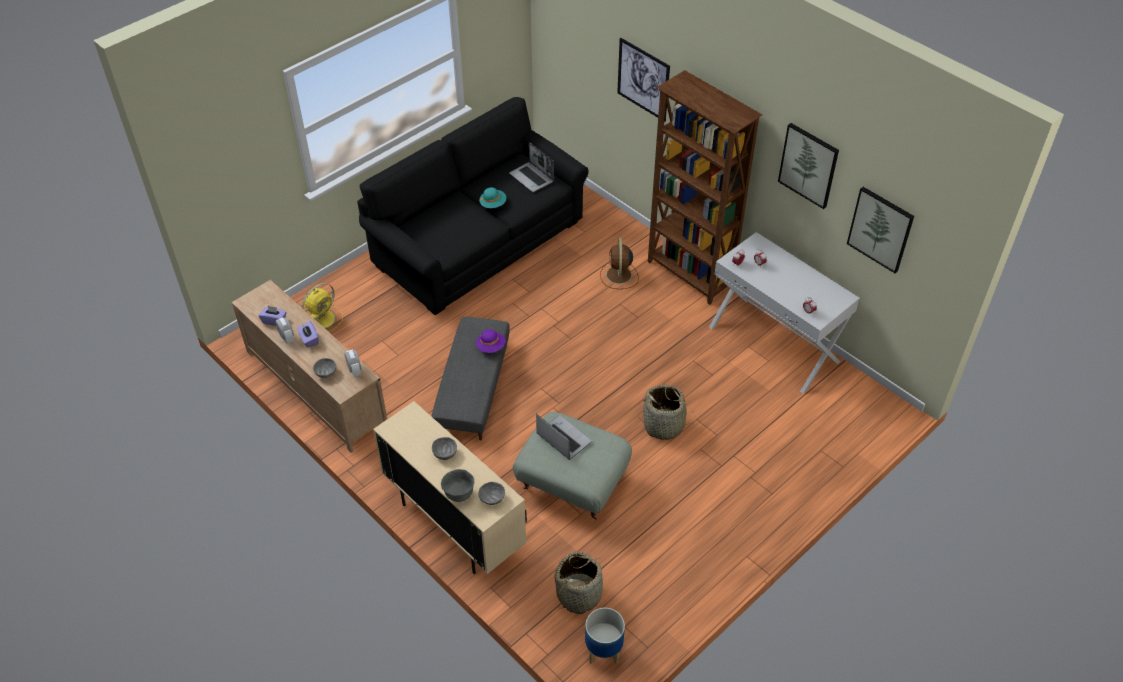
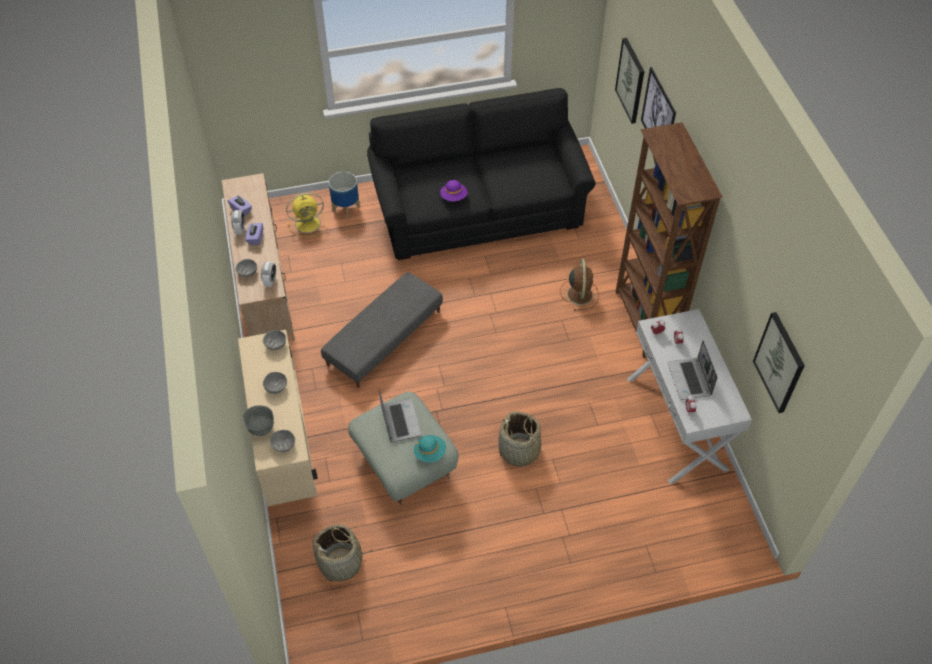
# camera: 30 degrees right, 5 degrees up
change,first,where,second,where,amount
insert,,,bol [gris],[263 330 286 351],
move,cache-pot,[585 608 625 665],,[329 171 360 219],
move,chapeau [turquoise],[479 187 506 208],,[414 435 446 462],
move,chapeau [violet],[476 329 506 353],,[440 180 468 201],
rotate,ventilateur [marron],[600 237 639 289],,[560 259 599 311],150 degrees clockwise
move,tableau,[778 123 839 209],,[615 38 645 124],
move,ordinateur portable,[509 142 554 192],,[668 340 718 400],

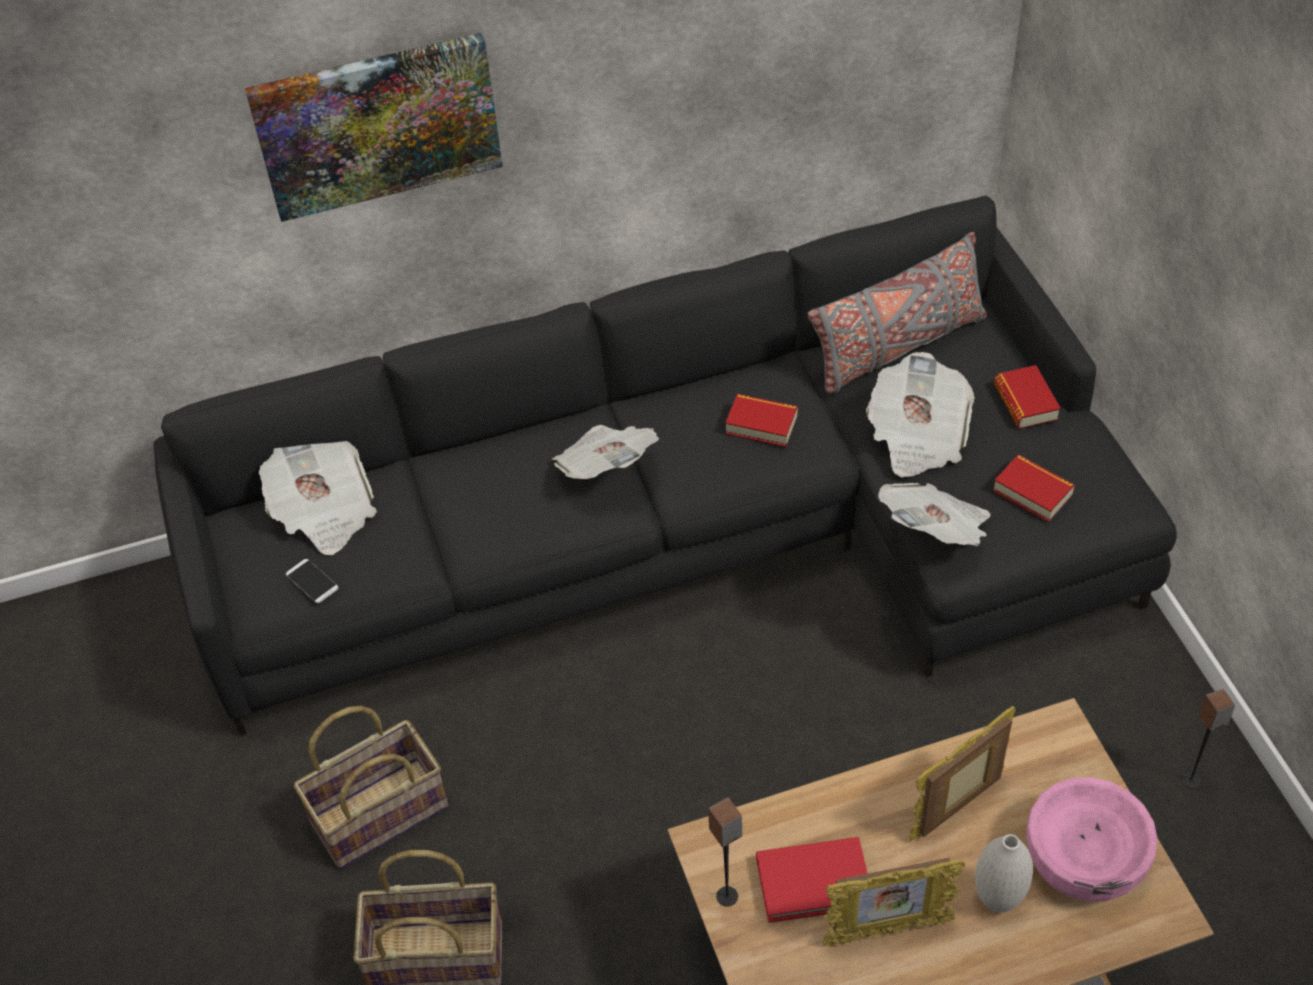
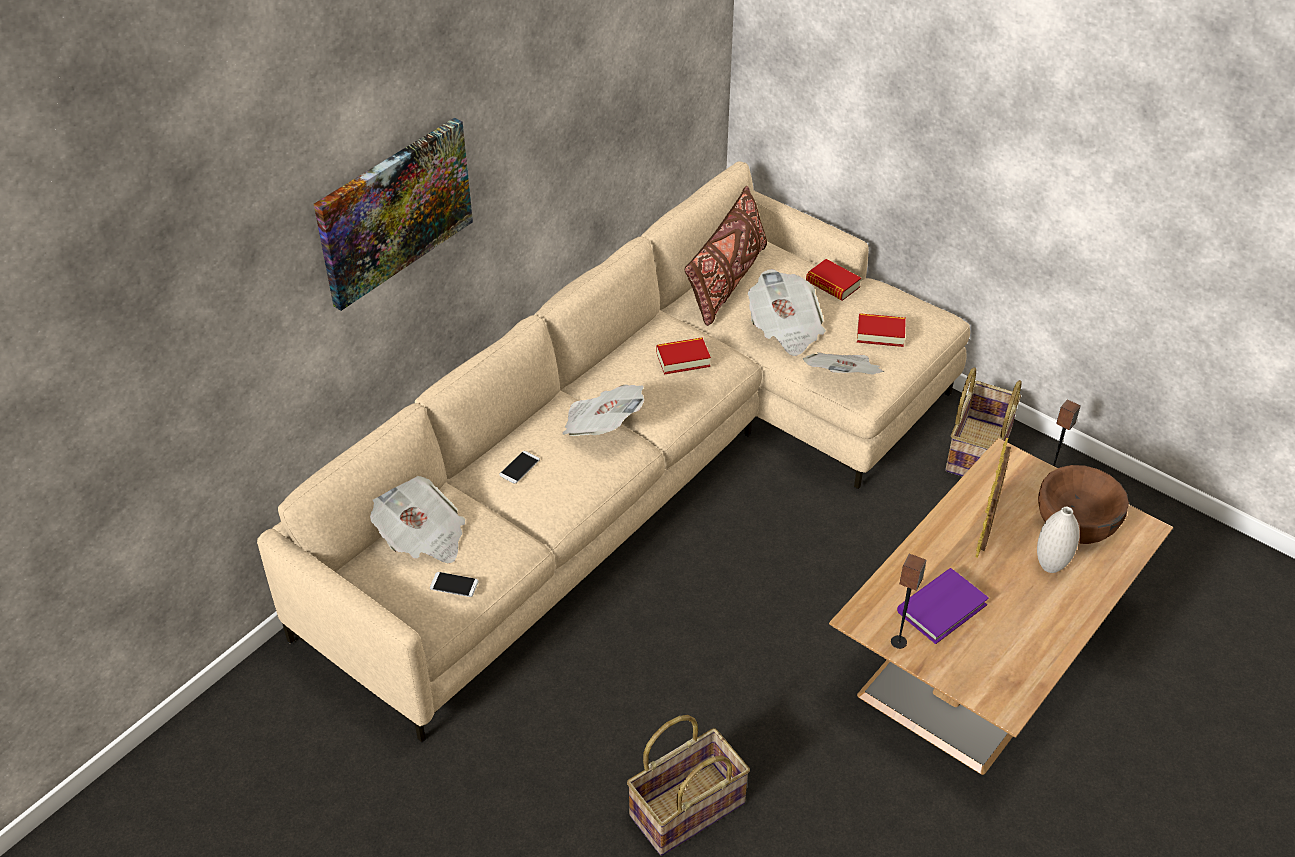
# camera: 35 degrees left, 5 degrees down
change,first,where,second,where,amount
recolor,canapé [noir],[153 196 1177 736],canapé [beige],[257 161 970 742],
insert,,,téléphone,[499 451 540 484],
recolor,coussin [gris],[807 232 986 394],coussin [marron],[685 186 767 326],
recolor,livre [rouge],[756 837 868 923],livre [violet],[897 568 989 644],
move,panier,[294 706 448 869],,[945 367 1021 477],
recolor,bol [rose],[1026 777 1158 902],bol [marron],[1038 465 1129 544],
delete,cadre photo,[822 857 965 947],,,

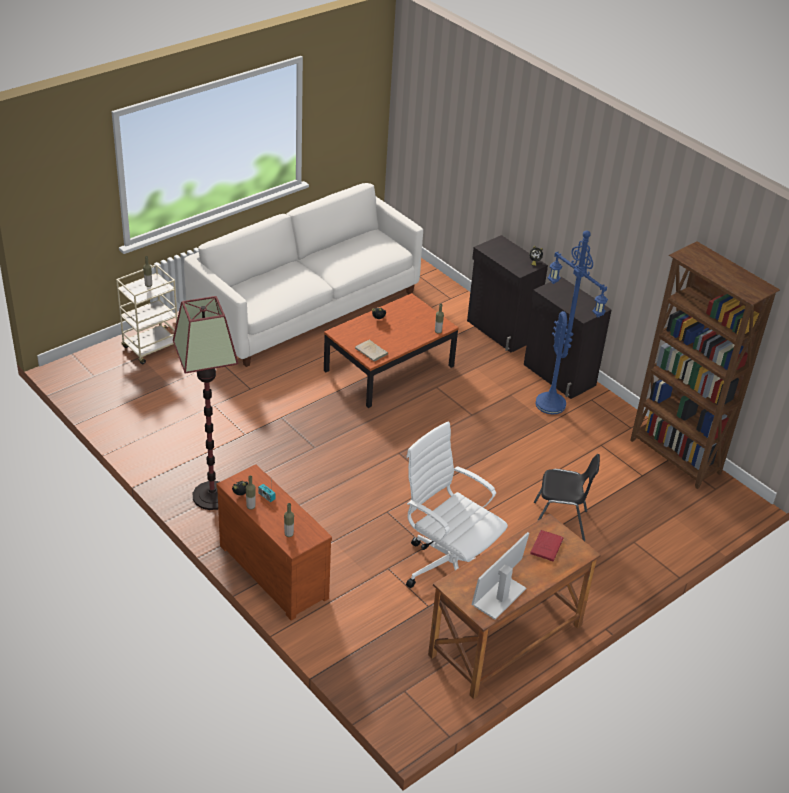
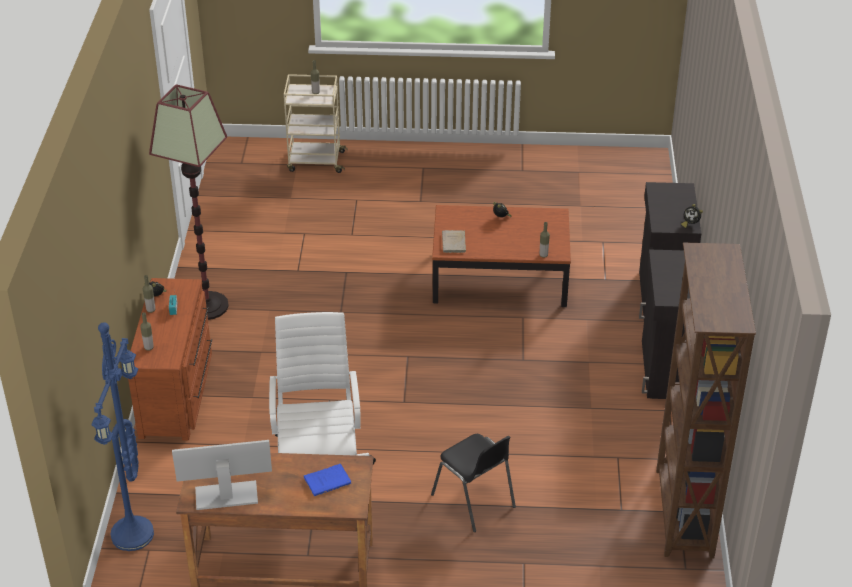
# camera: 45 degrees right, 0 degrees up
change,first,where,second,where,amount
move,lampadaire [bleu],[535 230 608 414],,[91 322 154 551],
recolor,livre [rouge],[530 530 563 562],livre [bleu],[304 464 351 496],
delete,canapé [blanc],[184 183 423 367],,,

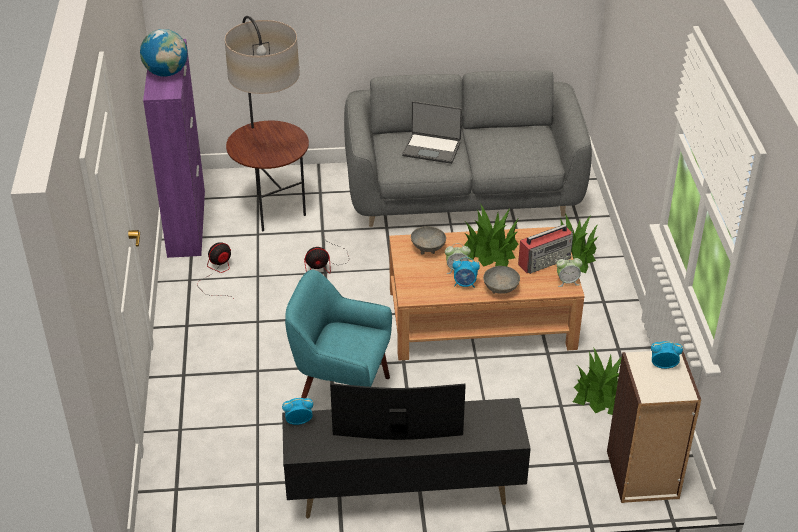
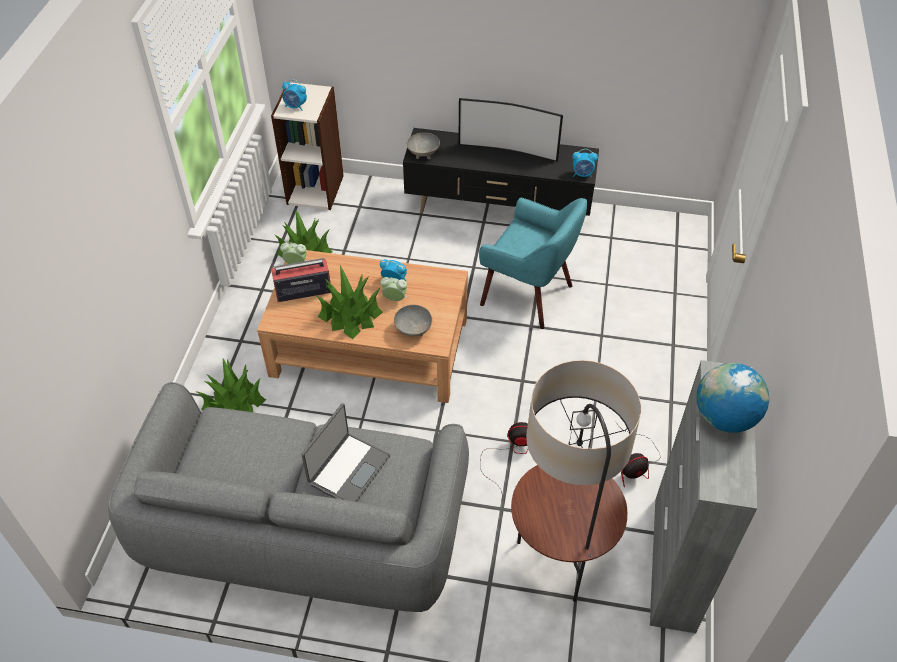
# camera: 165 degrees left, 10 degrees up
change,first,where,second,where,amount
rotate,ordinateur portable,[402 101 462 164],,[301 403 390 502],90 degrees clockwise
move,bol [gris],[483 266 520 294],,[407 133 440 159],
recolor,meuble de rangement [violet],[143 39 205 258],meuble de rangement [gris],[650 360 757 633],

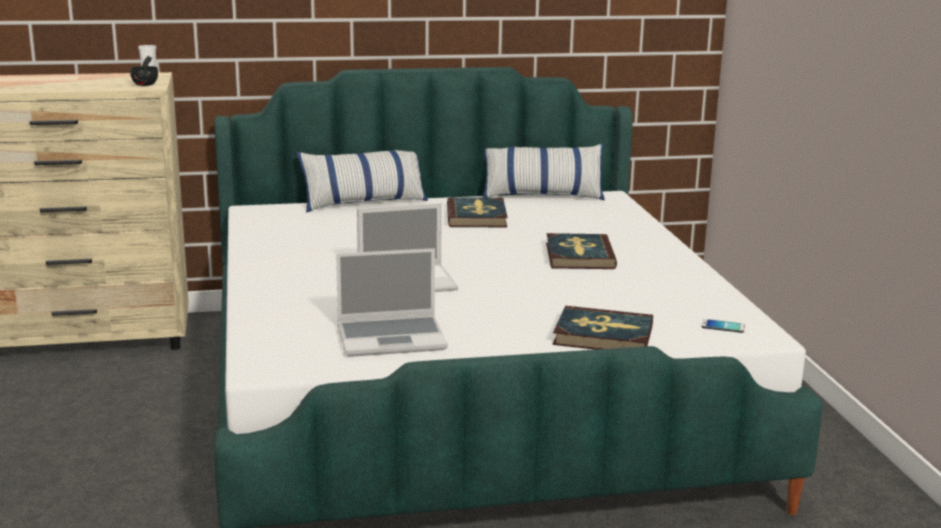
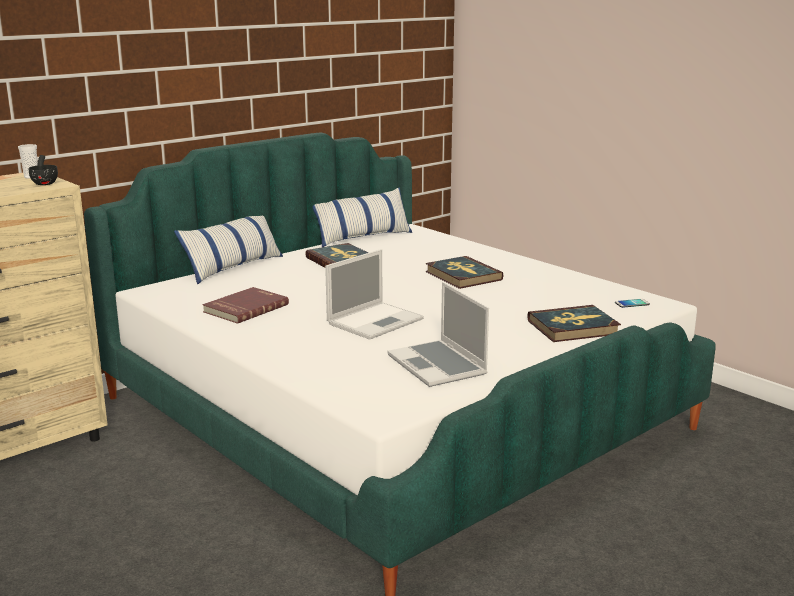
# camera: 30 degrees left, 0 degrees up
change,first,where,second,where,amount
insert,,,livre [rouge],[203 287 289 324],
rotate,ordinateur portable,[336 248 448 357],,[387 282 489 387],105 degrees clockwise

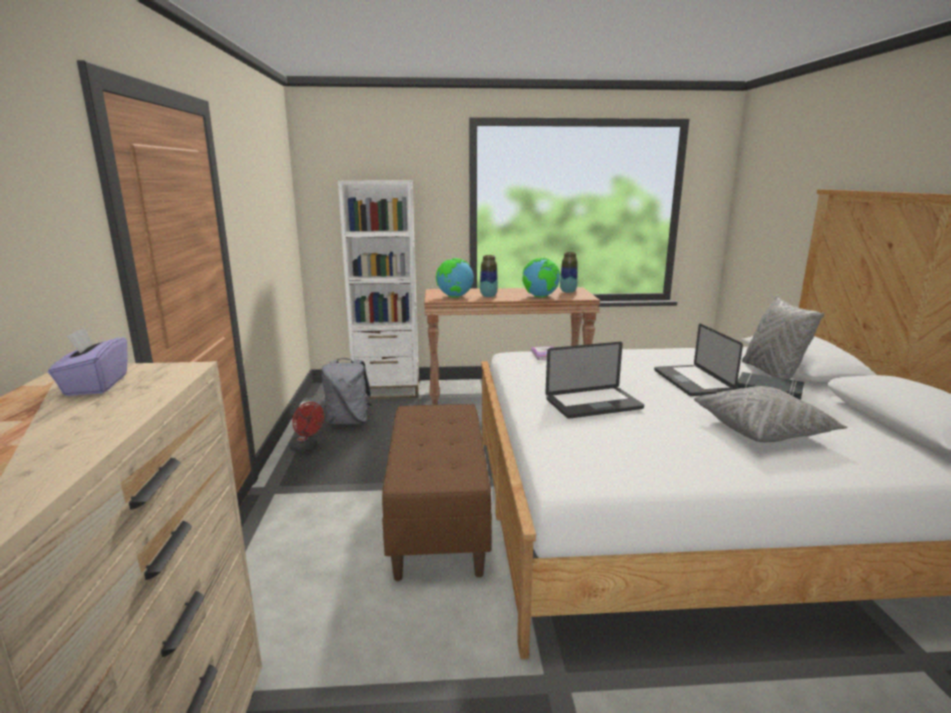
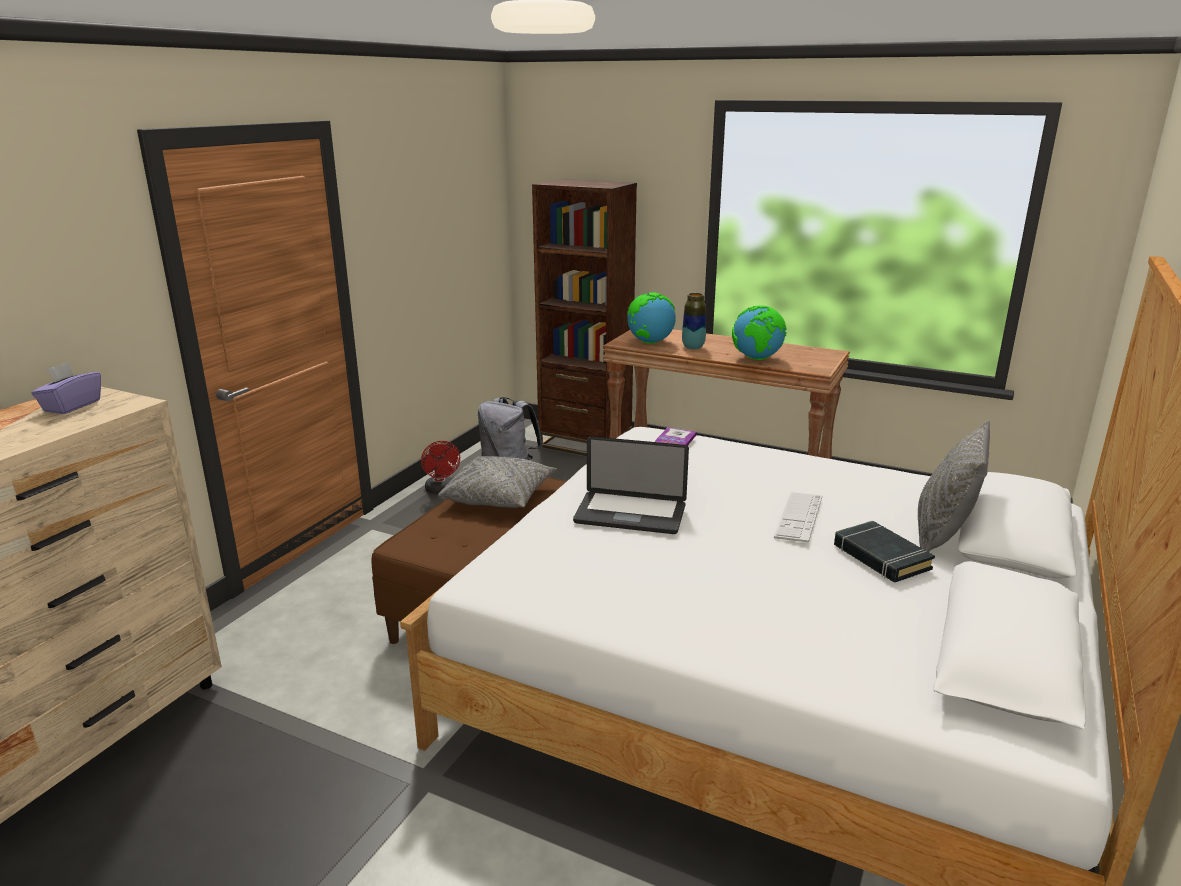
# camera: 30 degrees right, 5 degrees up
change,first,where,second,where,amount
move,coussin [gris],[694 386 847 442],,[438 456 557 508],
recolor,bibliothèque [blanc],[338 181 419 399],bibliothèque [marron],[532 179 637 456],
replace,ordinateur portable,[654 323 743 396],clavier,[774 492 822 543],
delete,vase,[560 252 578 293],,,

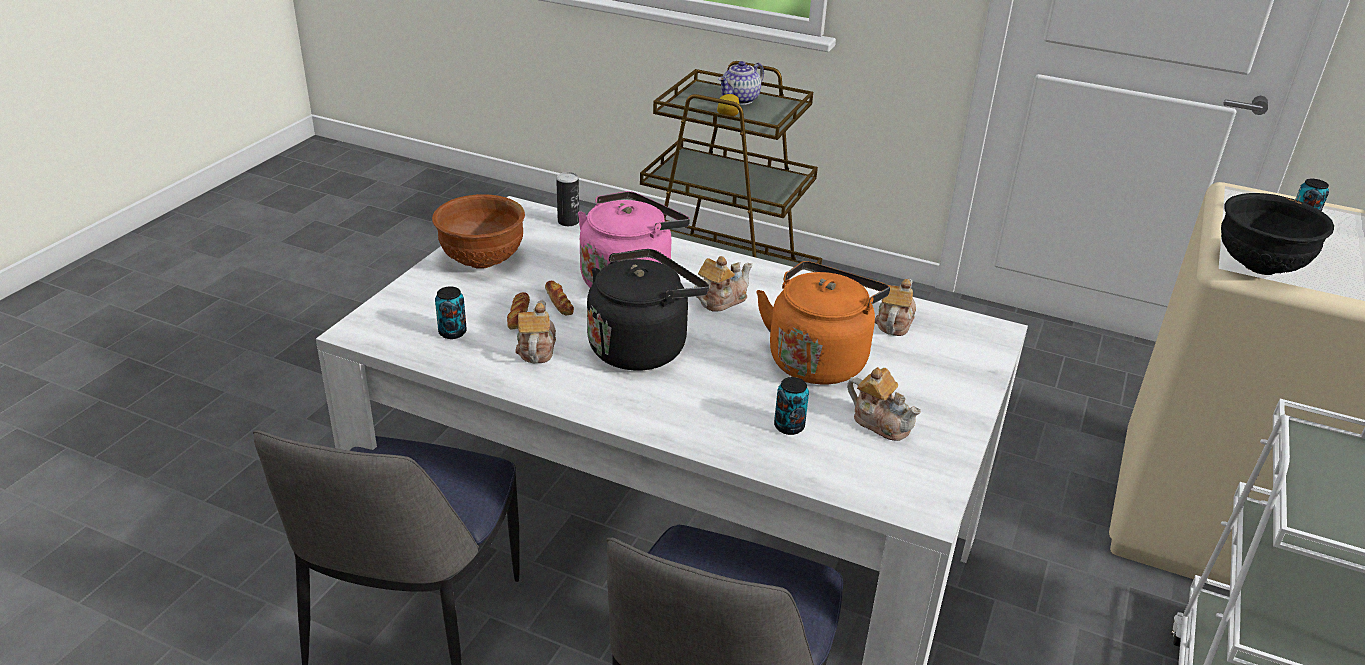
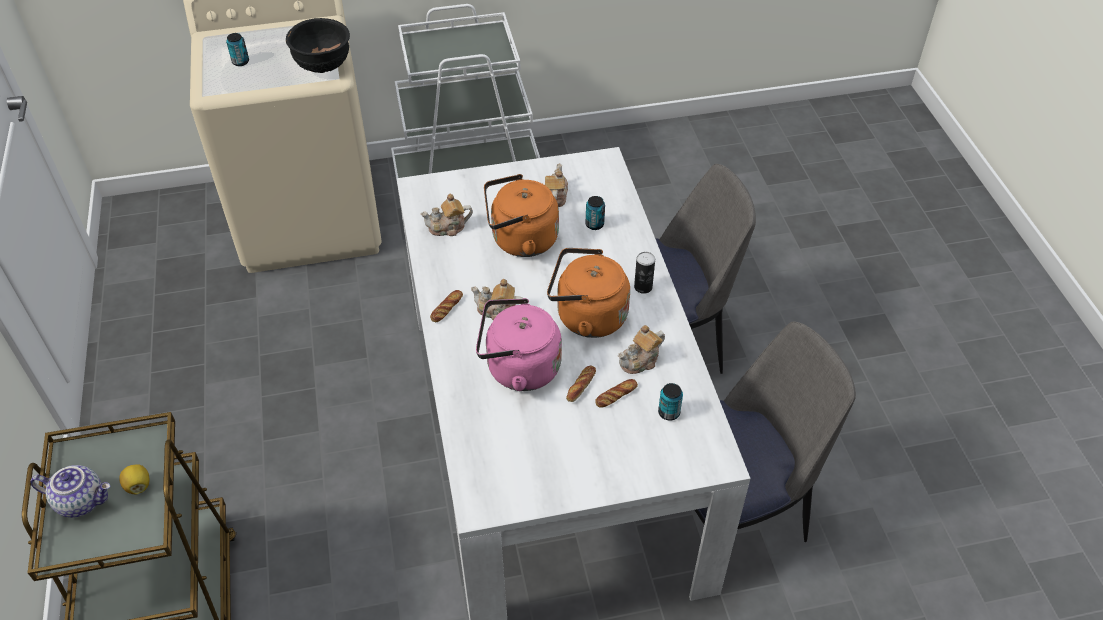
# camera: 125 degrees left, 15 degrees up
change,first,where,second,where,amount
insert,,,pain,[430 290 463 322],
recolor,bouilloire [noir],[587 249 709 371],bouilloire [orange],[547 248 630 338],
move,boîte métallique,[556 172 579 226],,[634 252 655 294],
delete,bol [marron],[432 194 525 269],,,

